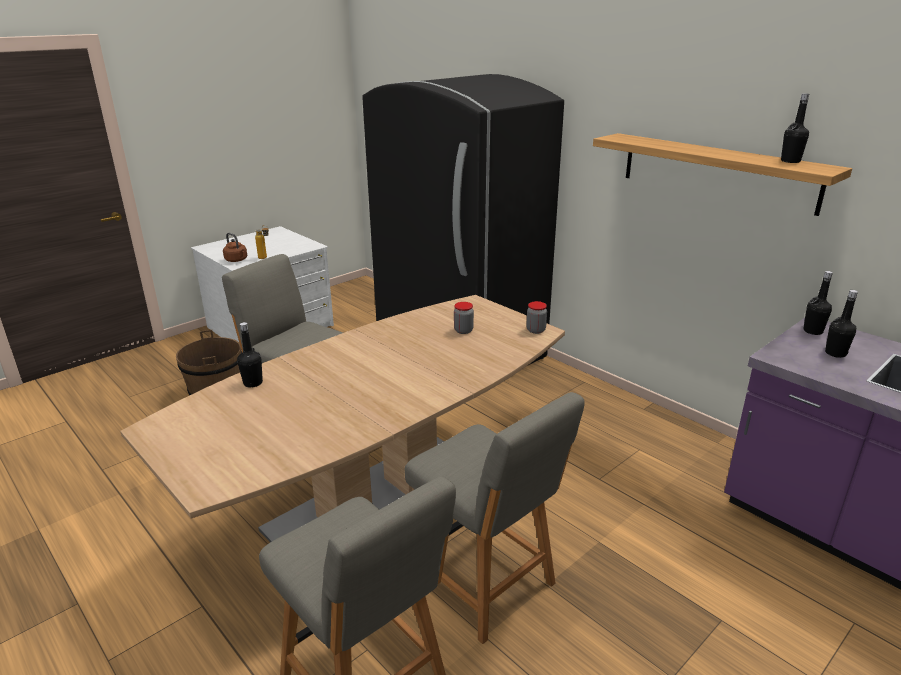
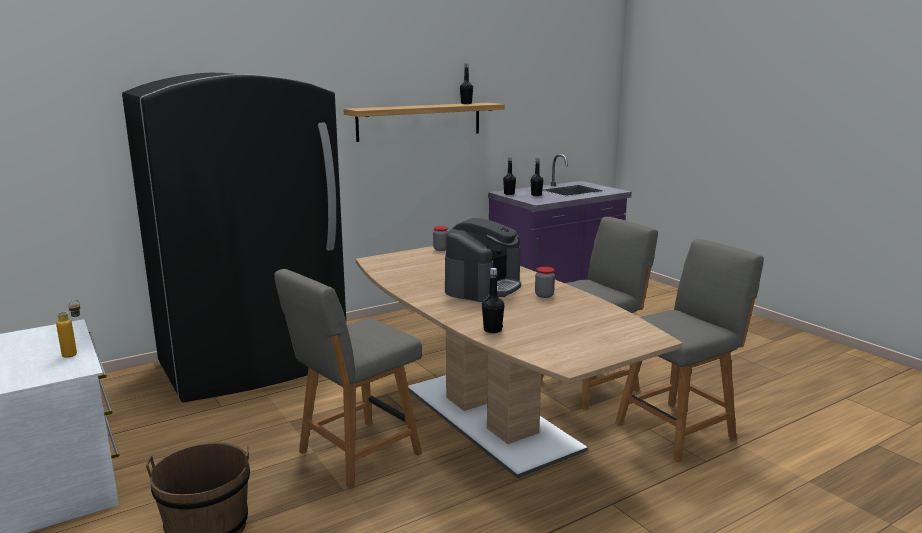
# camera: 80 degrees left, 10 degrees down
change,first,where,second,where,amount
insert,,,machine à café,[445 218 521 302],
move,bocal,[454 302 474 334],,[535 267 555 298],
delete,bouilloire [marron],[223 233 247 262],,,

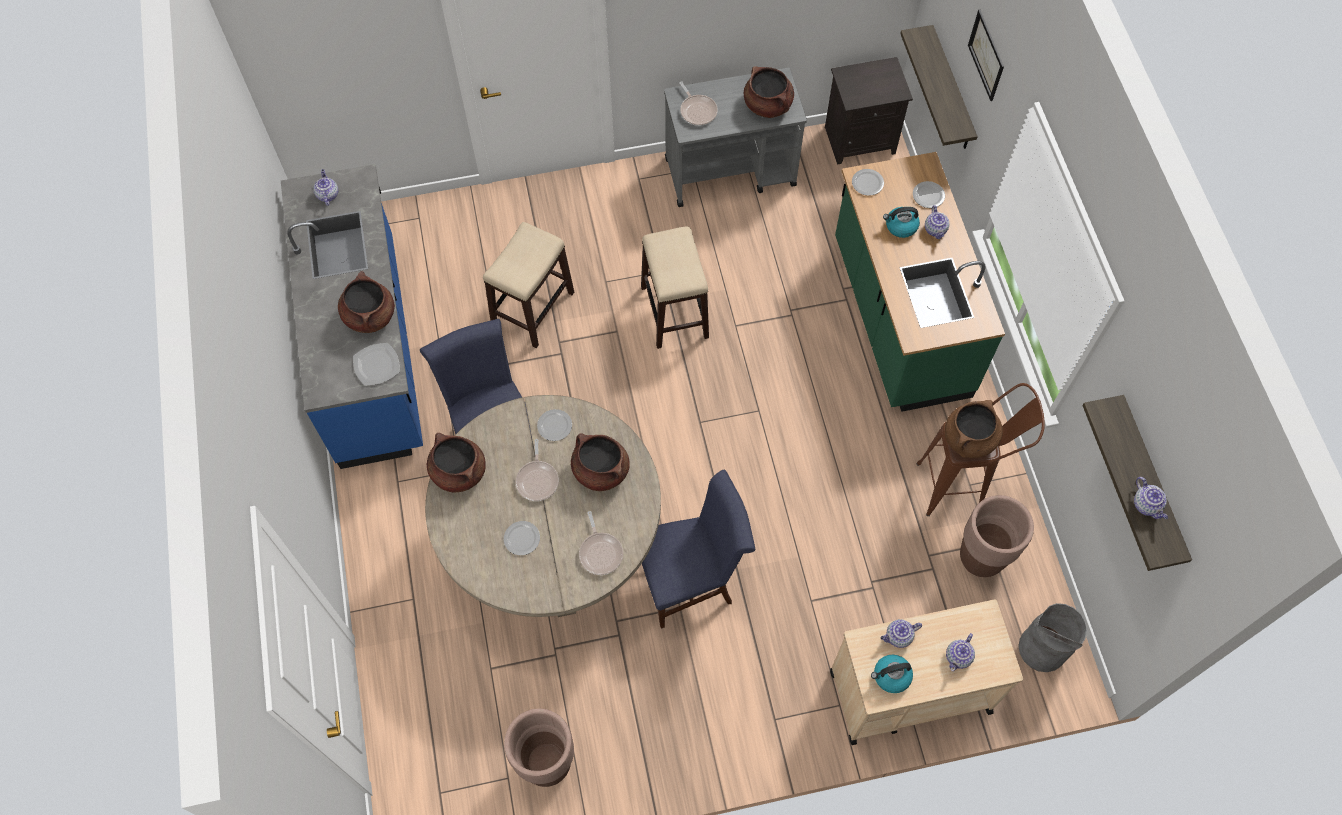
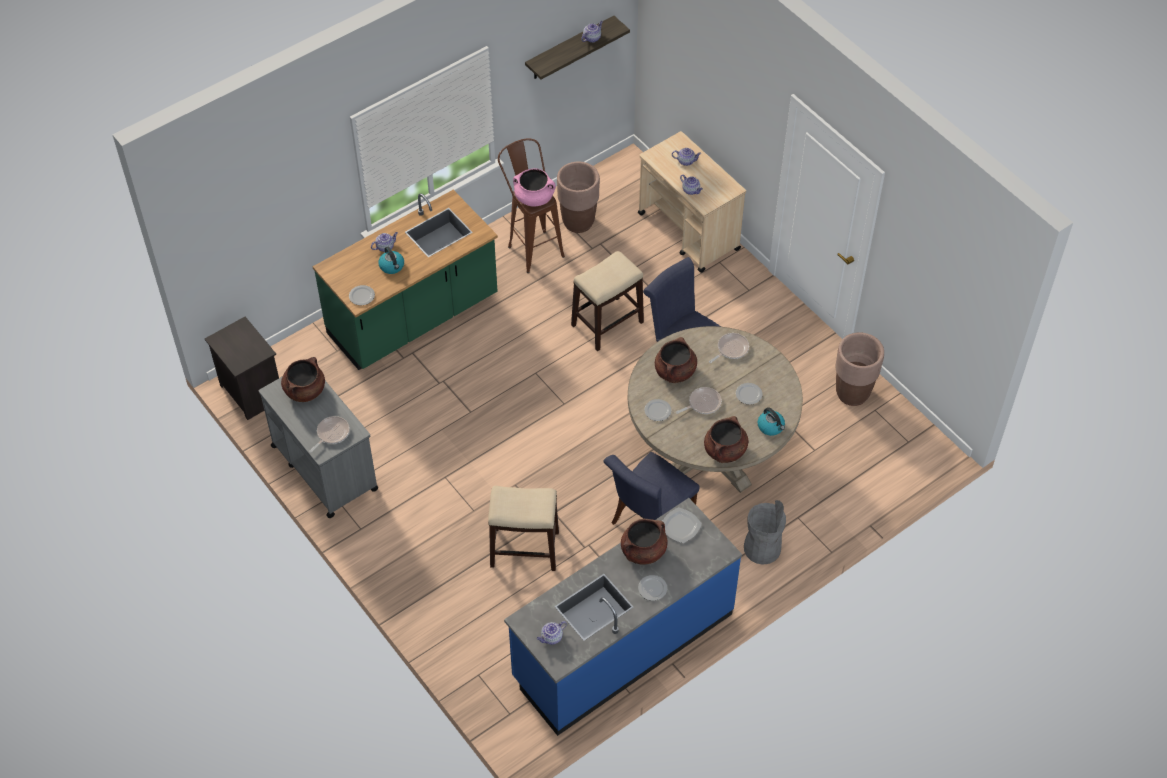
# camera: 115 degrees left, 10 degrees down
change,first,where,second,where,amount
recolor,marmite [marron],[945 400 1003 458],marmite [rose],[513 168 556 206],
move,tabouret,[641 227 709 349],,[571 251 644 351],
move,assiette,[913 181 945 208],,[638 575 667 601],
move,poubelle [gris],[1018 603 1087 672],,[744 500 786 565],
move,bouilloire,[871 655 913 693],,[758 407 785 436],
delete,étagère,[900 25 978 149],,,
delete,tableau,[968 10 1004 101],,,

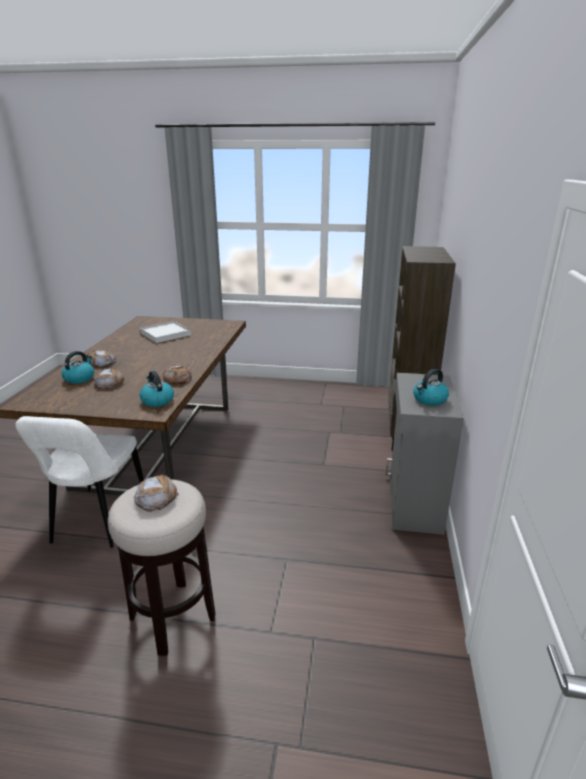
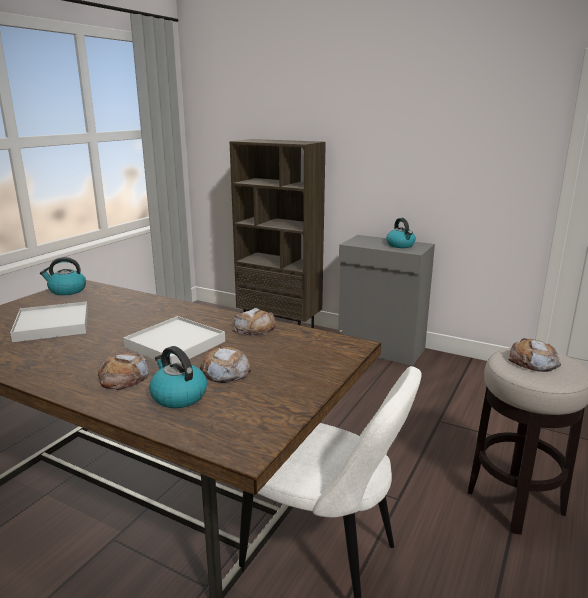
# camera: 70 degrees left, 5 degrees down
change,first,where,second,where,amount
move,bouilloire,[140 371 174 407],,[40 257 86 295],
insert,,,plateau [blanc],[123 316 225 364],

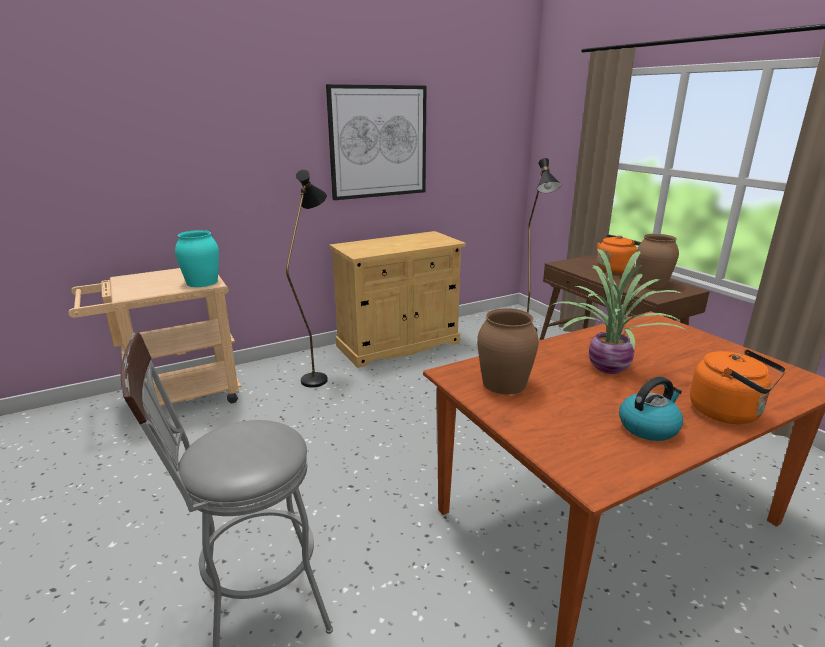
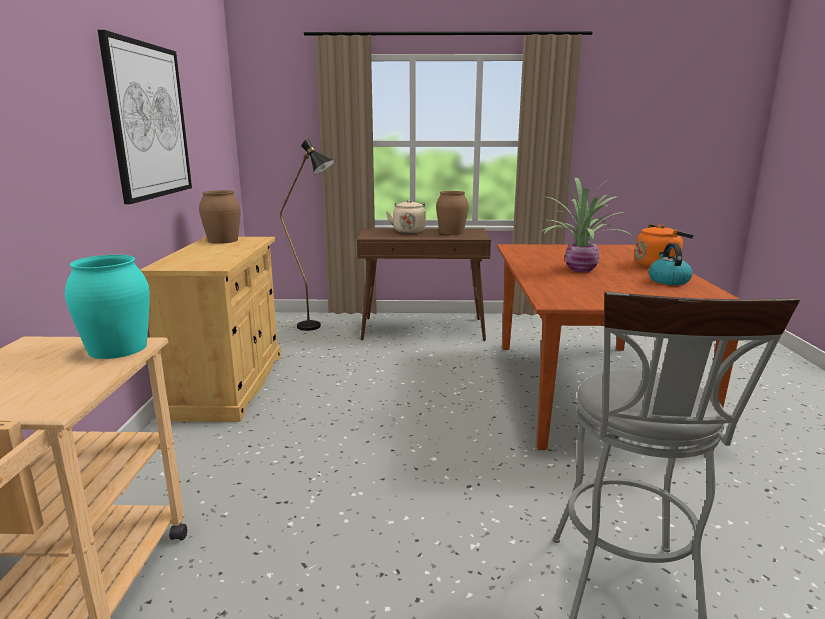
# camera: 60 degrees left, 5 degrees down
change,first,where,second,where,amount
move,vase [marron],[477 308 539 394],,[199 190 241 244],
recolor,bouilloire [orange],[597 234 641 273],bouilloire [beige],[386 200 426 233],
delete,lampadaire [noir],[286 170 328 388],,,

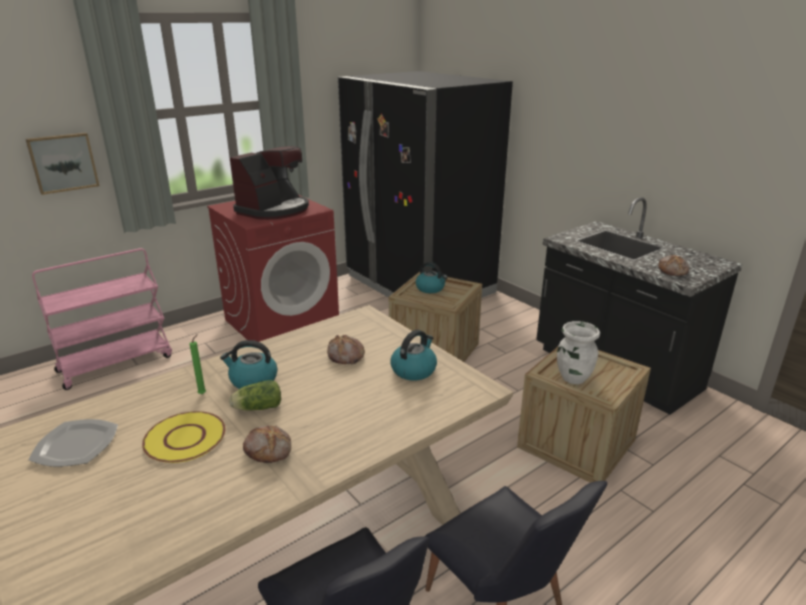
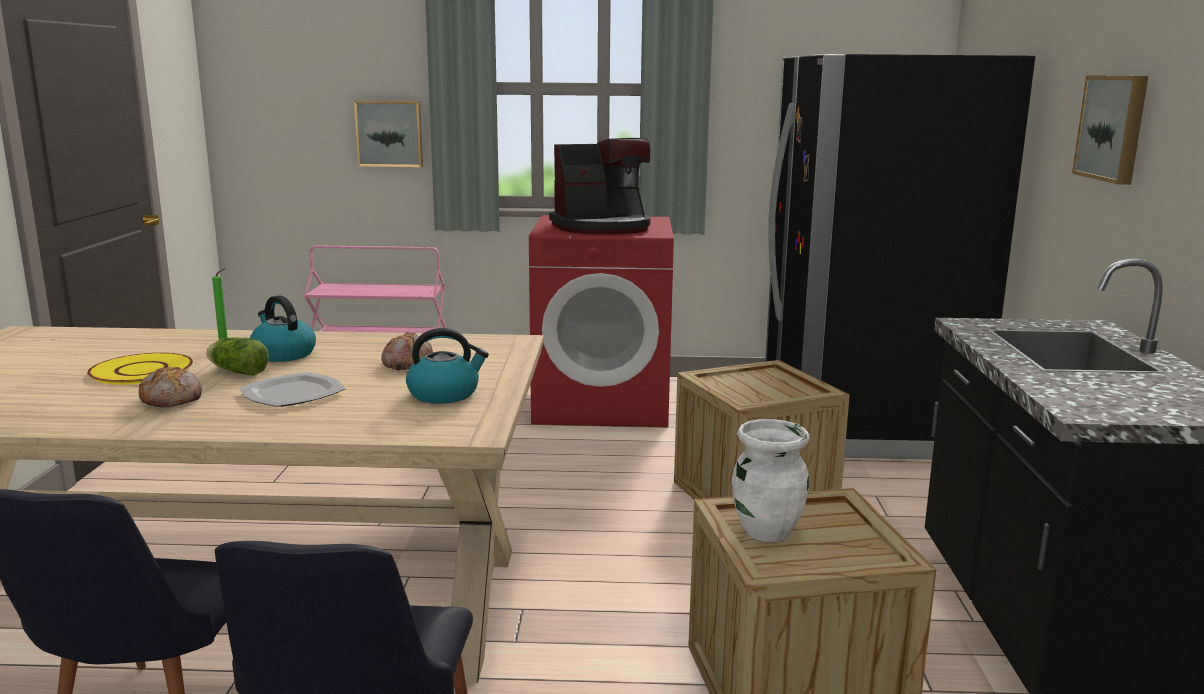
# camera: 40 degrees right, 10 degrees down
change,first,where,second,where,amount
move,assiette,[29 419 118 467],,[240 372 346 407],
insert,,,tableau,[1072 75 1148 185],
delete,bouilloire,[416 262 448 293],,,
delete,pain,[658 255 689 276],,,

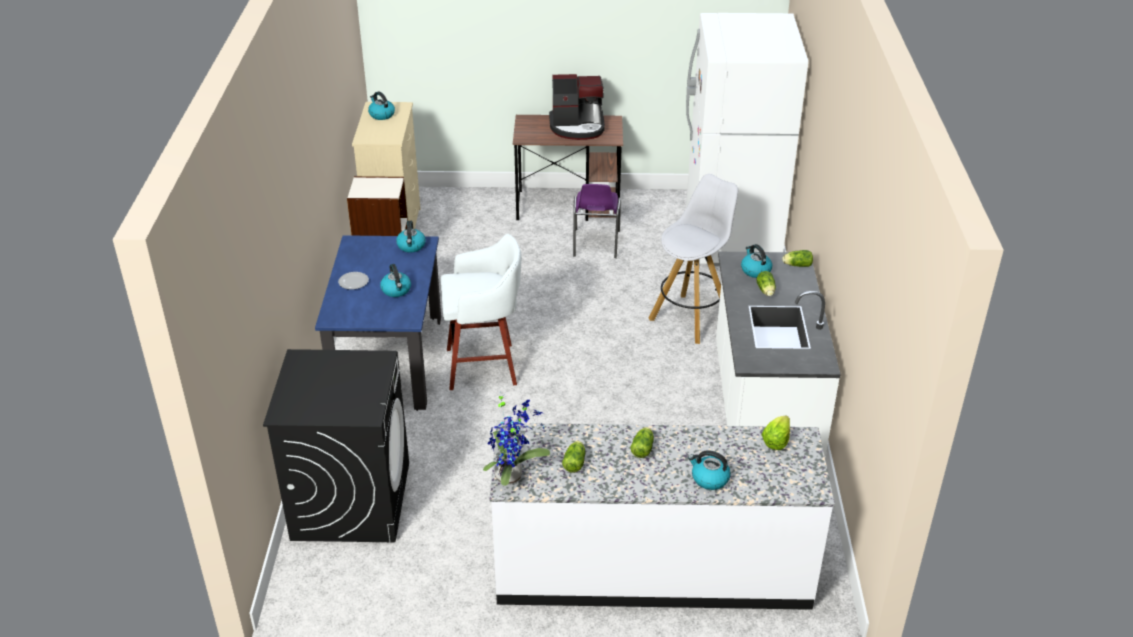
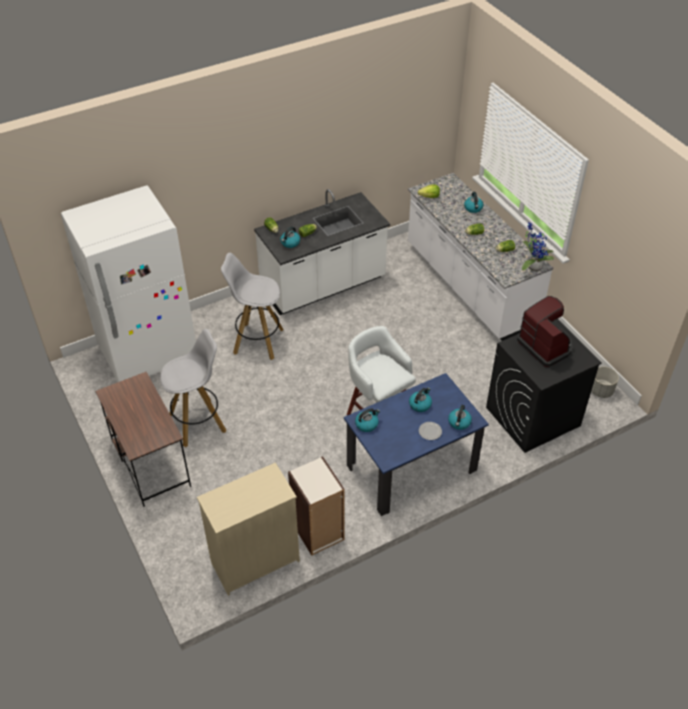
# camera: 120 degrees left, 10 degrees up
change,first,where,second,where,amount
replace,chaise [violet],[573 184 621 258],tabouret [blanc],[160 329 226 447],
move,bouilloire,[368 91 395 120],,[448 405 472 430],
move,machine à café,[549 74 605 140],,[517 296 573 367],
insert,,,cache-pot [gris],[591 367 619 398],

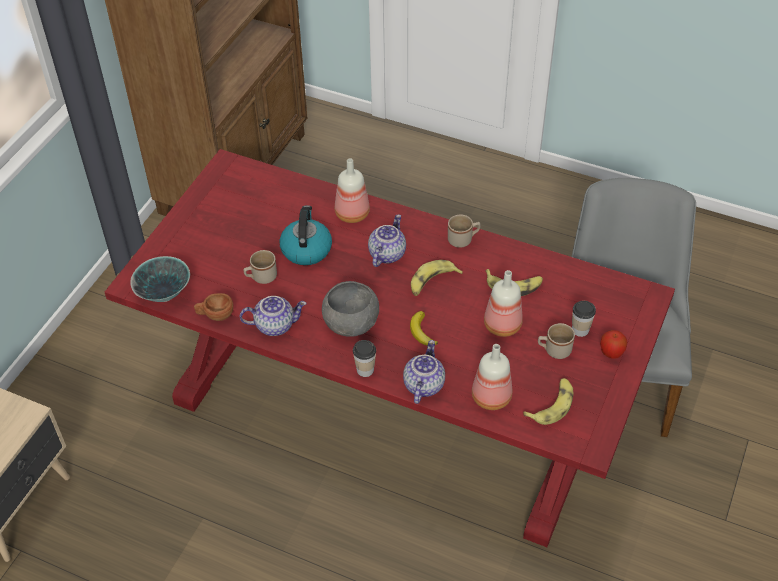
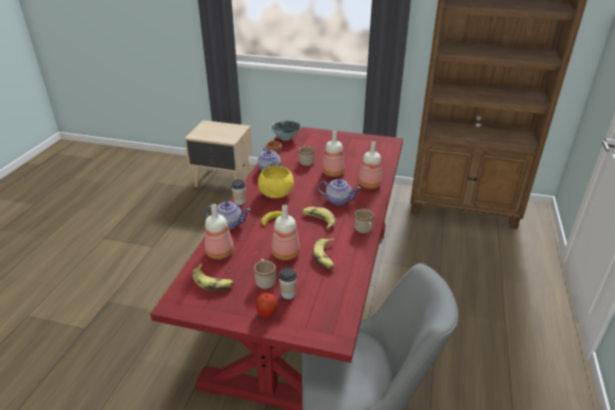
# camera: 80 degrees right, 15 degrees down
change,first,where,second,where,amount
recolor,bol [gris],[322 281 379 337],bol [jaune],[258 166 294 198],
replace,bouilloire,[280 205 332 265],bouteille,[322 131 345 177],

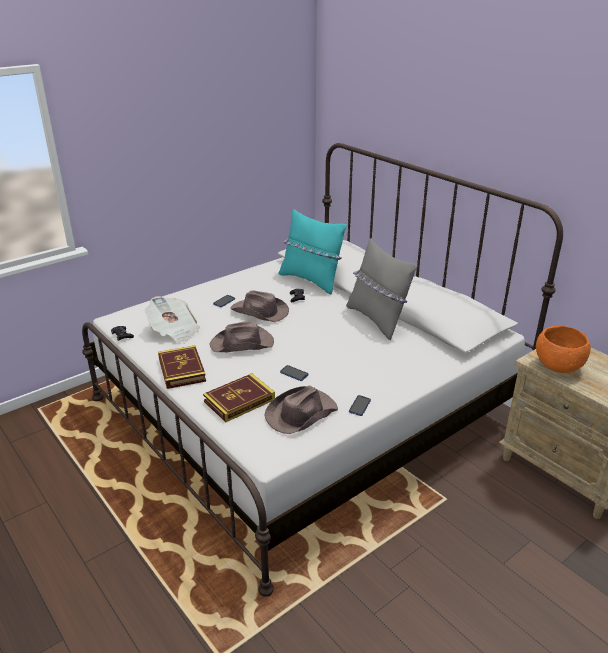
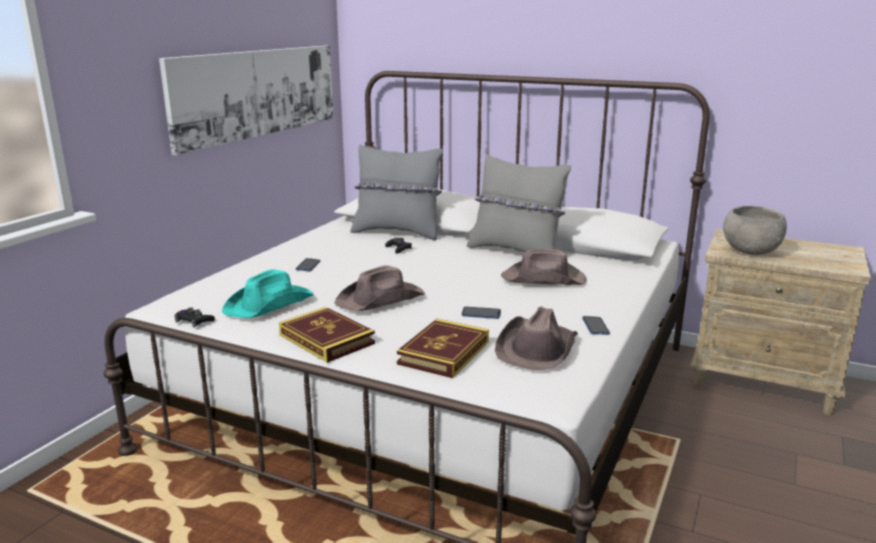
# camera: 25 degrees left, 10 degrees down
change,first,where,second,where,amount
insert,,,tableau,[159 45 334 155],
replace,journal,[145 296 200 344],chapeau [turquoise],[222 269 314 318],
recolor,coussin [turquoise],[279 209 347 294],coussin [gris],[350 144 443 240],
move,chapeau [marron],[230 291 289 322],,[501 249 587 285],
recolor,bol [orange],[536 326 591 373],bol [gris],[723 206 787 255],

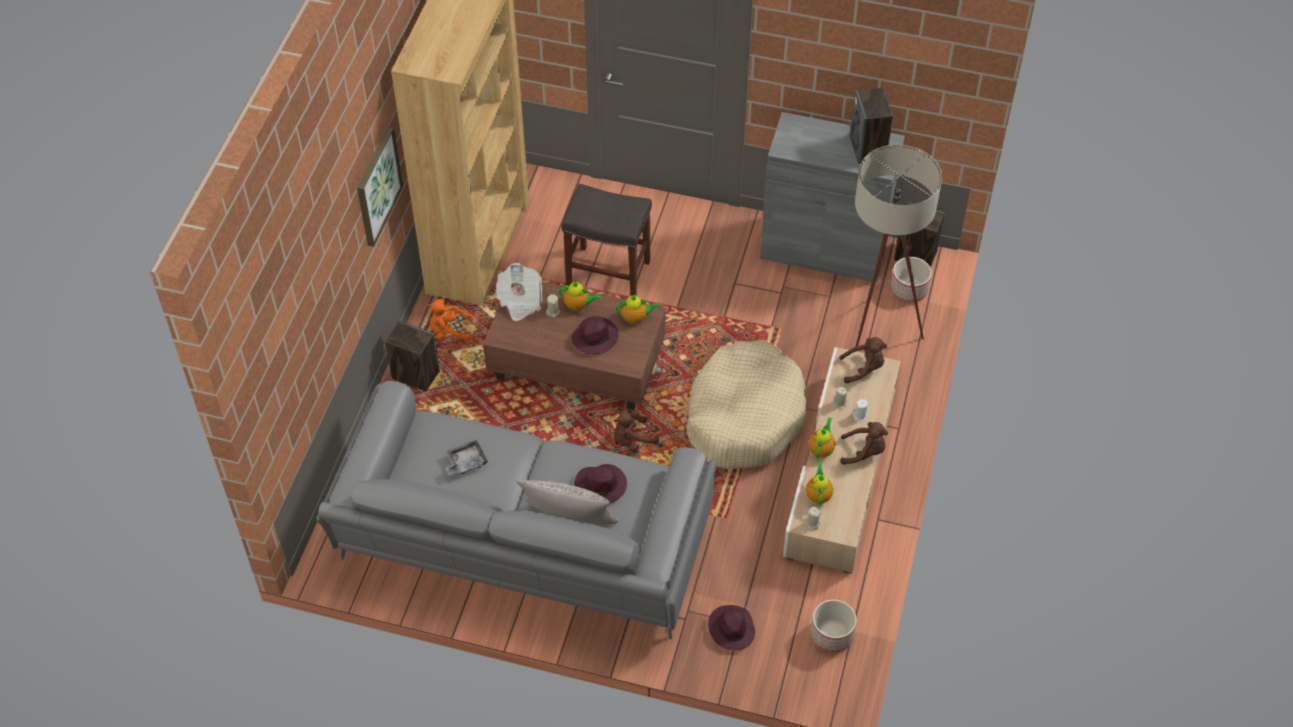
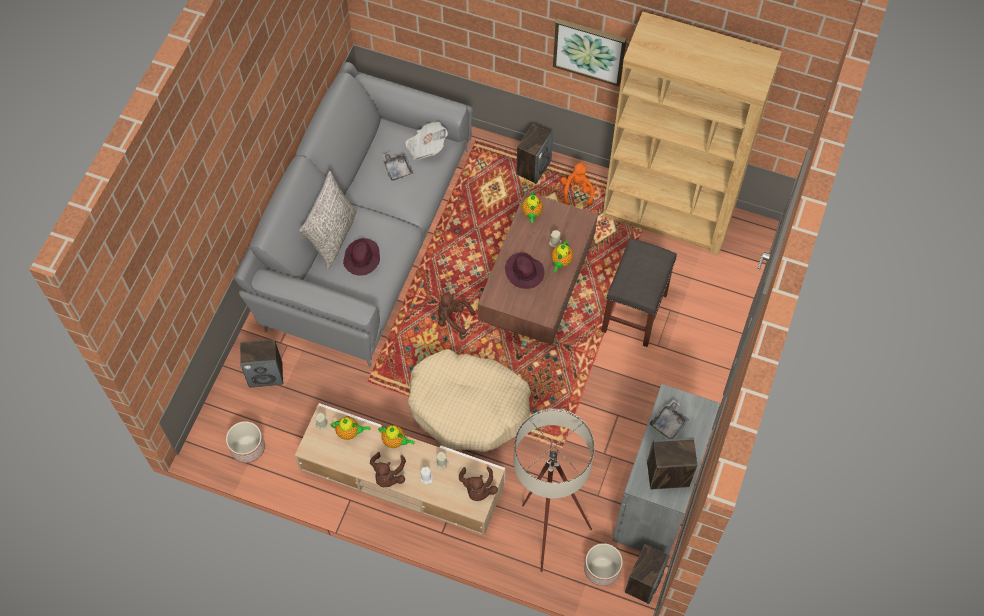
# camera: 95 degrees right, 10 degrees up
change,first,where,second,where,amount
replace,chapeau [violet],[708 605 755 651],enceinte,[240 339 283 388],
move,journal,[495 263 542 321],,[405 122 448 160],
rotate,peluche [marron],[614 411 659 452],,[438 294 475 335],45 degrees counterclockwise
move,théière,[616 295 660 324],,[522 191 543 223],
insert,,,plateau [gris],[650 399 689 439],

